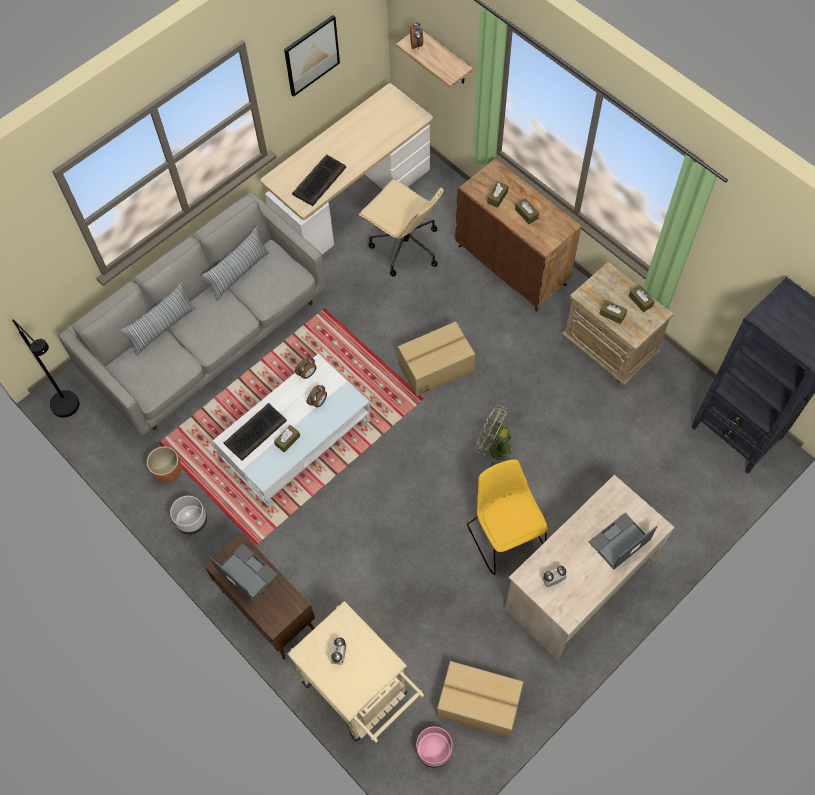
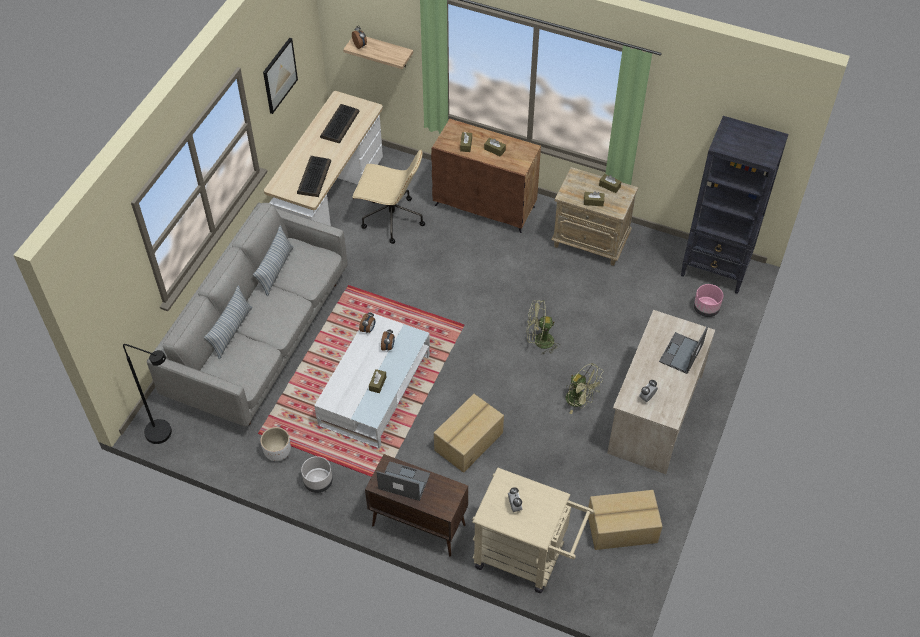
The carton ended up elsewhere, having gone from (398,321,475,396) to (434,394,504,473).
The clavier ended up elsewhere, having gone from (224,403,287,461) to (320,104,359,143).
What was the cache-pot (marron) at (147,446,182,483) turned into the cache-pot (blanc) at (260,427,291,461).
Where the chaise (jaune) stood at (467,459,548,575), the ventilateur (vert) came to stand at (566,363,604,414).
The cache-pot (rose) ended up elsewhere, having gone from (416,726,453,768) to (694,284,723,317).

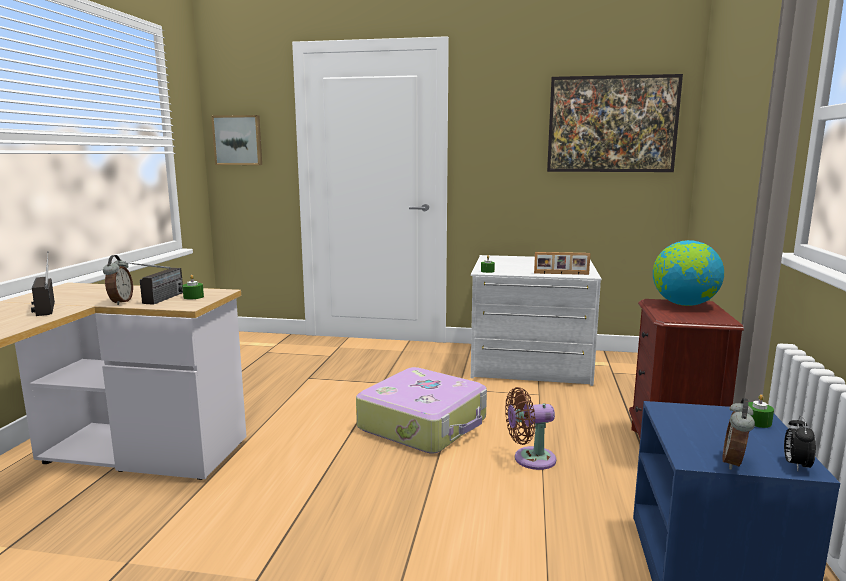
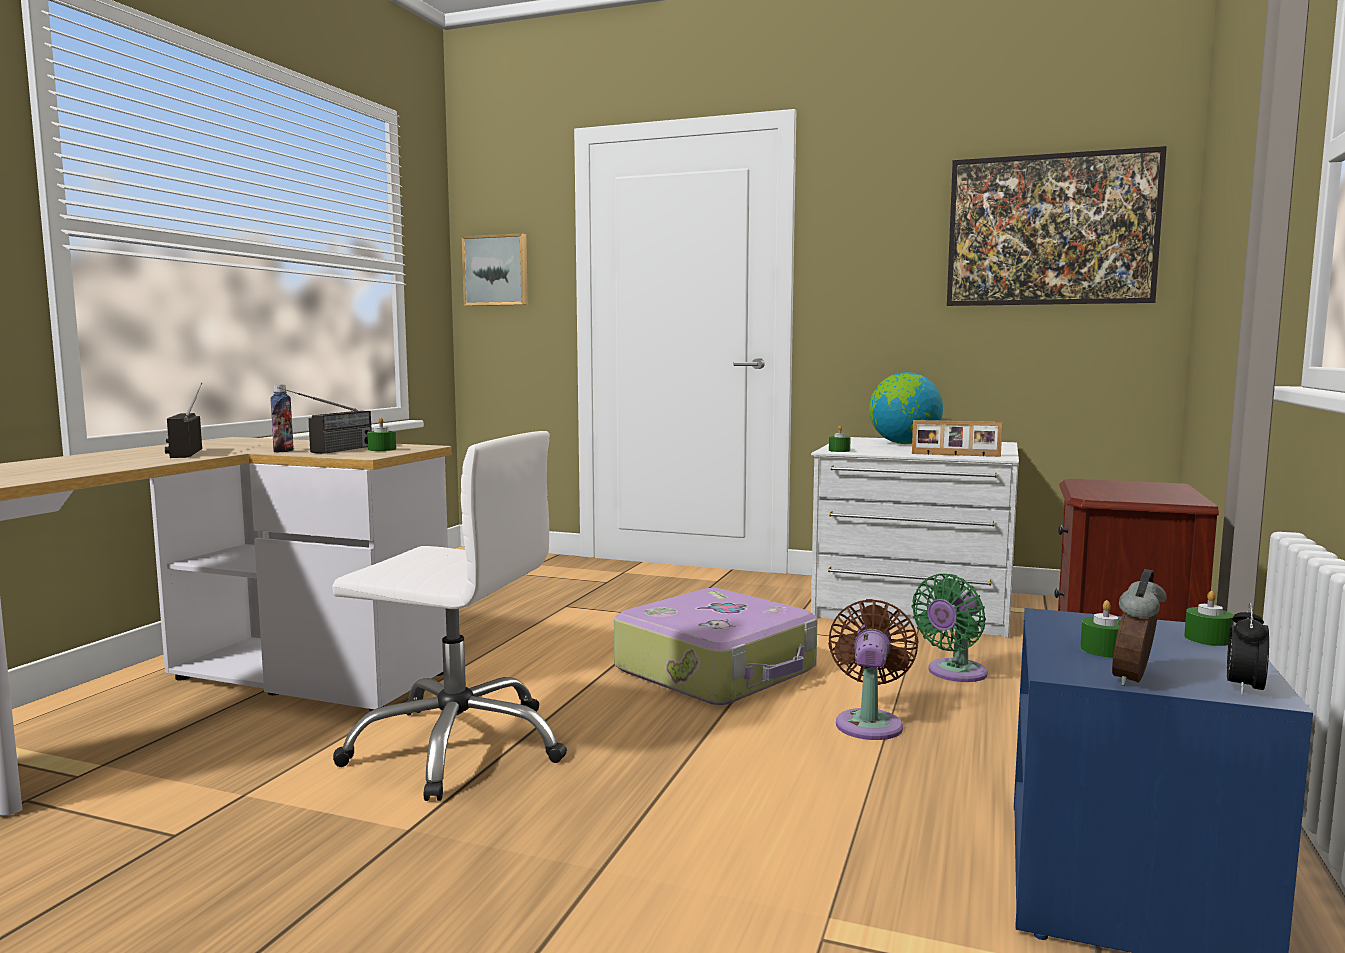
The globe ended up elsewhere, having gone from (653,240,724,306) to (869,372,943,444).
Where the réveil stood at (103,255,133,305), the bouteille came to stand at (270,385,294,452).
The ventilateur (marron) at (505,387,556,470) ended up facing another way, 105 degrees clockwise from before.
The second view gained the chaise de bureau (blanc) at (332,431,567,801).
The second view gained the ventilateur (vert) at (912,574,988,682).
The second view gained the bougie (vert) at (1080,600,1121,657).

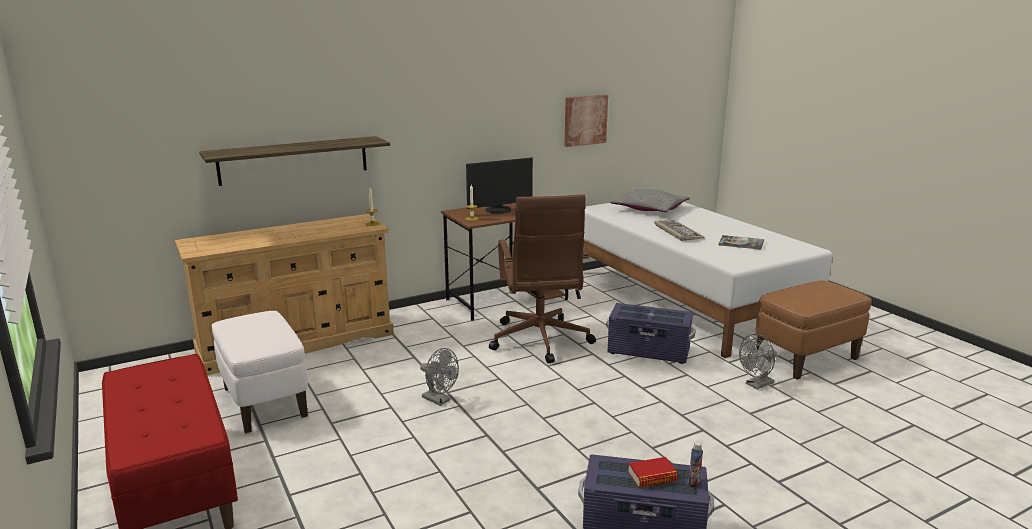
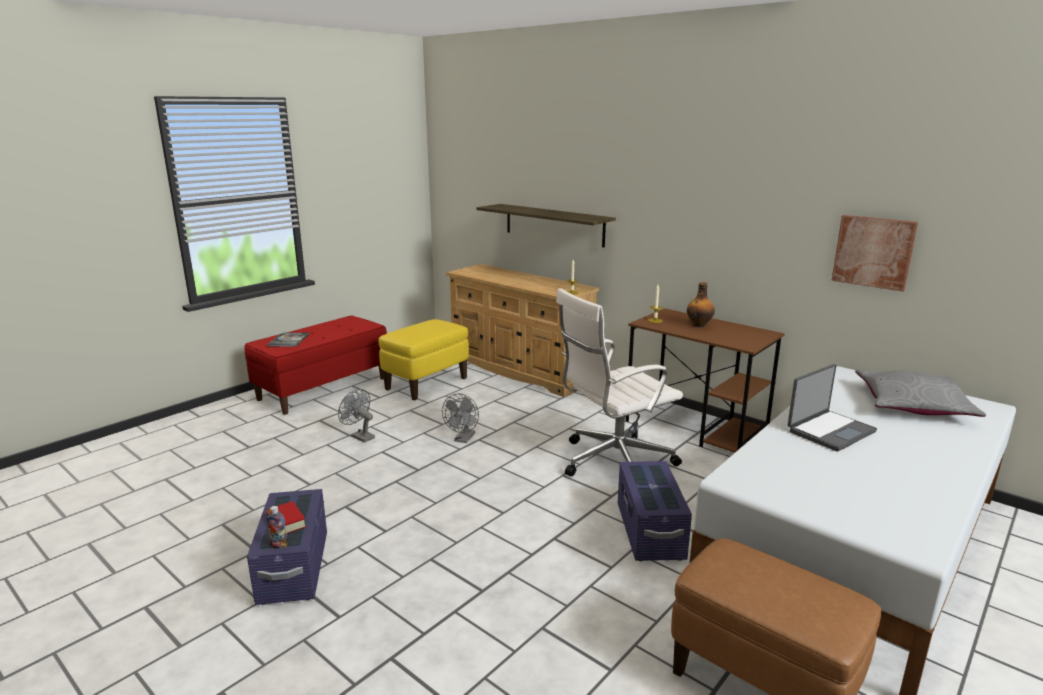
Where the écran d'ordinateur stood at (466,157,533,214), the bouteille came to stand at (687,282,715,327).
What was the chaise de bureau (marron) at (489,194,596,364) turned into the chaise de bureau (blanc) at (556,288,683,477).
Where the clavier stood at (654,220,705,241), the ordinateur portable came to stand at (788,364,877,452).
The livre ended up elsewhere, having gone from (718,235,764,250) to (267,332,309,347).
What was the pouf (blanc) at (212,311,308,433) turned into the pouf (jaune) at (379,319,469,401).
The ventilateur (gris) ended up elsewhere, having gone from (739,334,778,389) to (338,389,375,443).

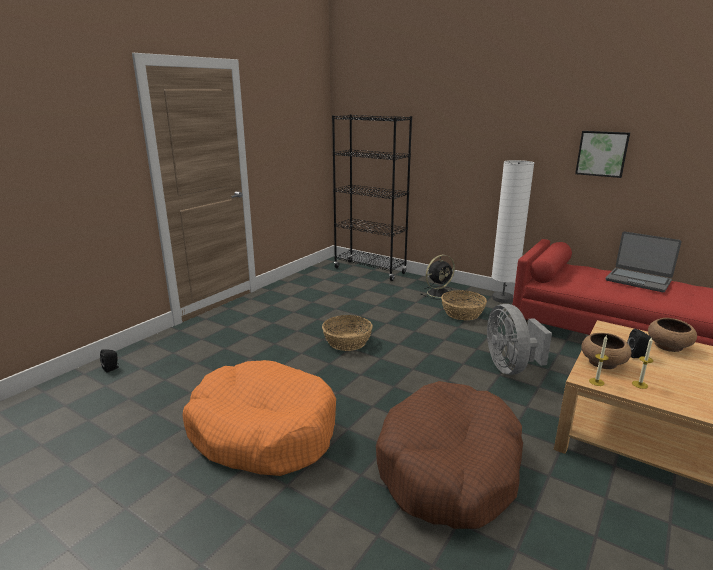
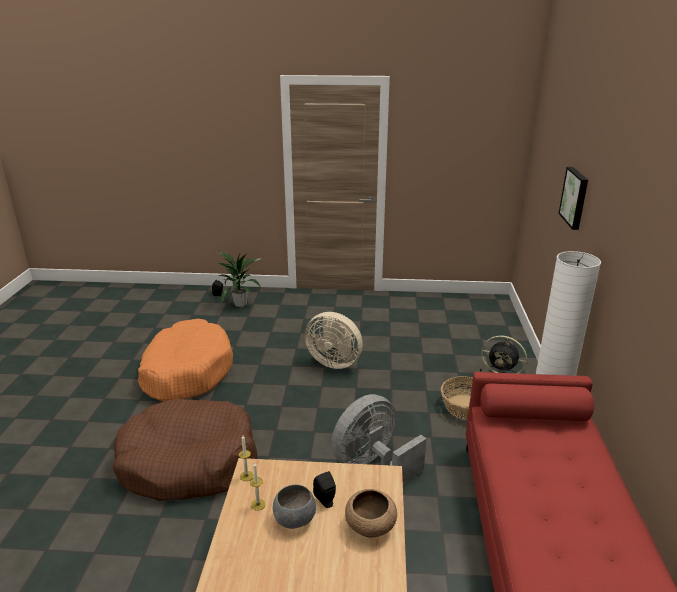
The second view lost the bibliothèque (noir) at (332,114,412,281).
The tableau ended up elsewhere, having gone from (575,131,630,178) to (558,167,588,230).
The second view lost the ordinateur portable at (606,231,681,292).
Where the panier stood at (322,315,373,351), the ventilateur (beige) came to stand at (305,312,363,369).
The second view lost the bol (marron) at (581,333,631,369).
The second view gained the plante en pot at (216,250,262,308).
The second view gained the bol (gris) at (273,484,316,529).

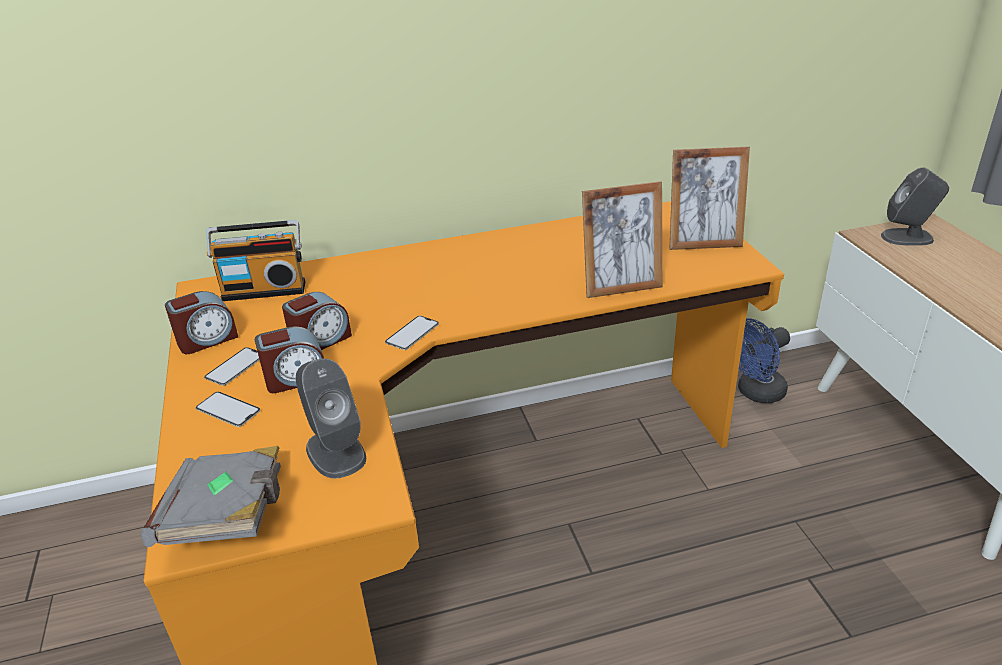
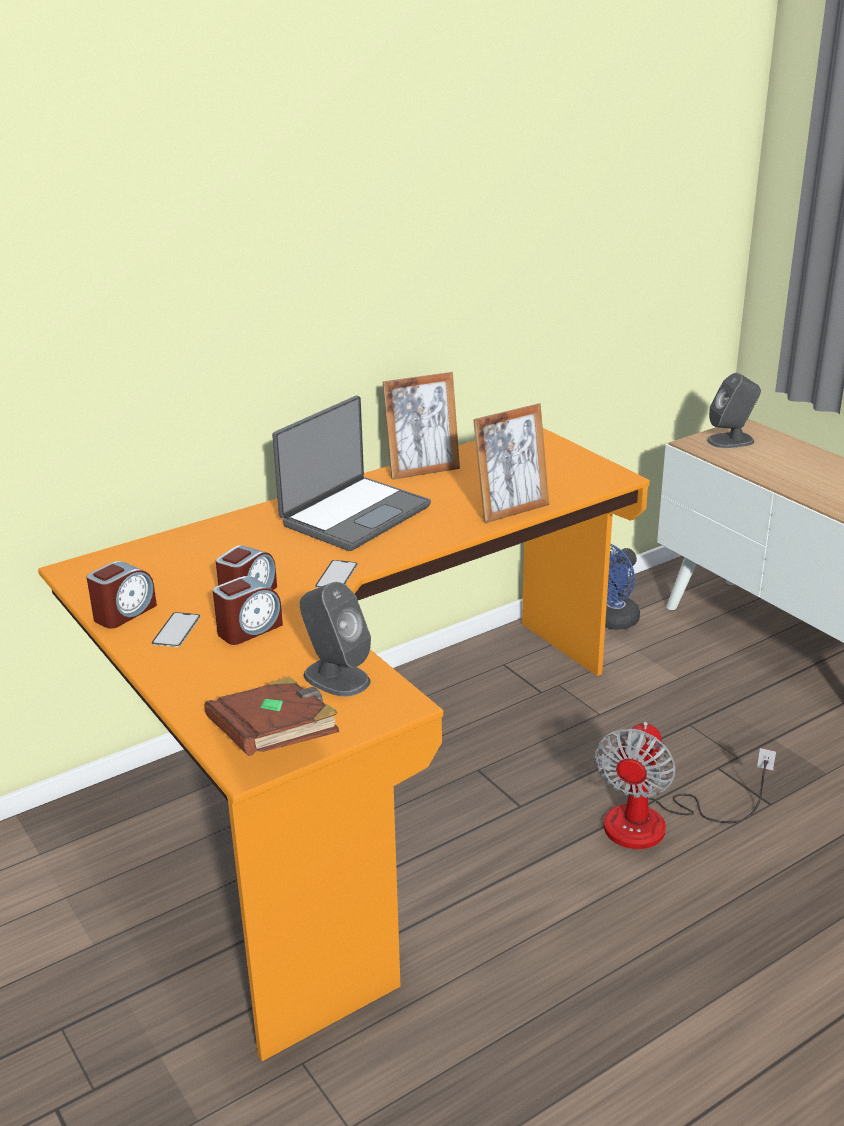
The cadre photo ended up elsewhere, having gone from (669,146,750,250) to (383,372,460,480).
The second view lost the radio at (206,220,305,301).
The second view lost the téléphone at (196,392,260,427).
What was the livre (gris) at (141,446,281,547) turned into the livre (marron) at (205,676,339,756).
The second view gained the ordinateur portable at (272,396,431,551).
The second view gained the ventilateur at (595,722,776,849).

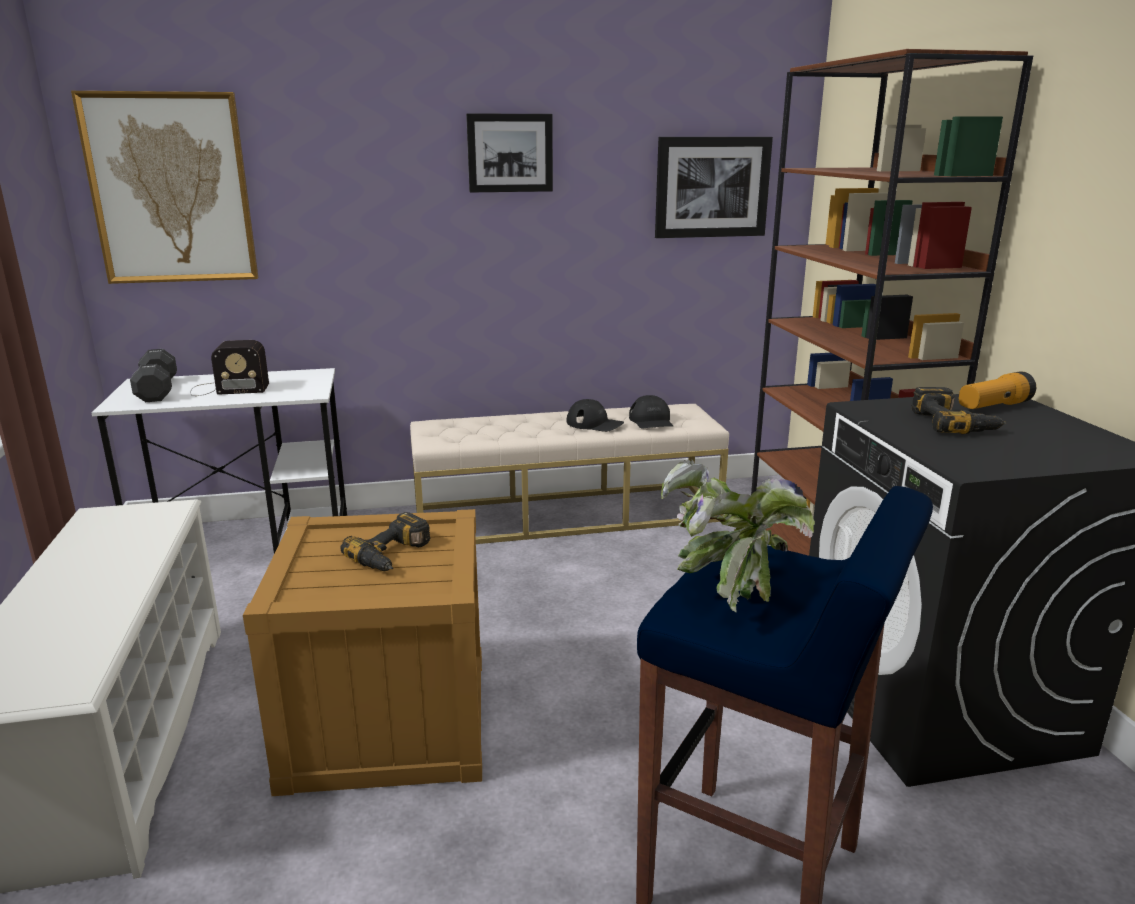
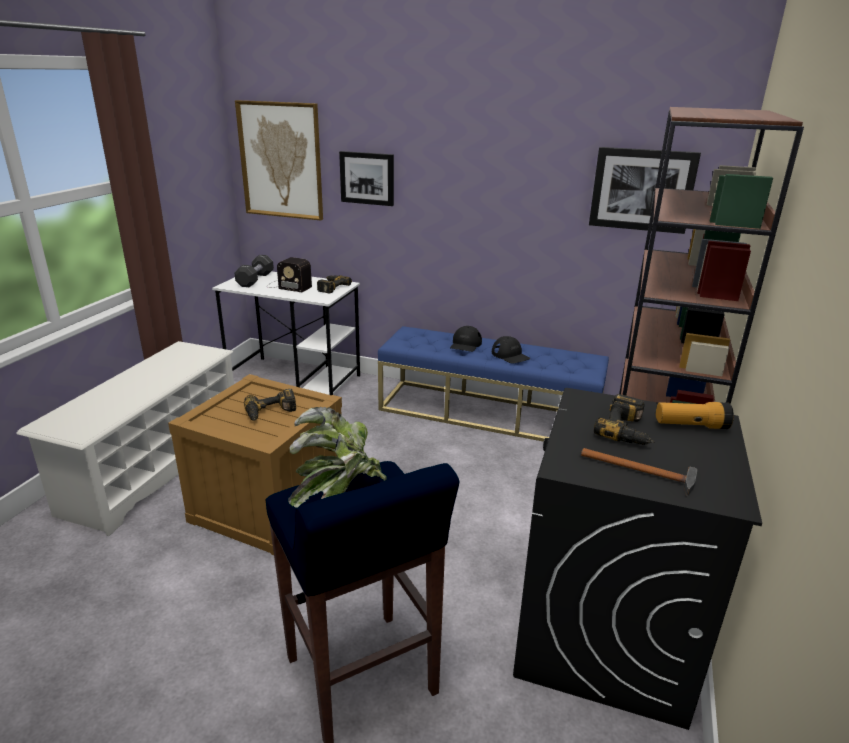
The tableau ended up elsewhere, having gone from (466,113,553,192) to (339,151,394,206).
The casquette (noir) ended up elsewhere, having gone from (629,395,673,428) to (450,326,482,352).
What was the banc (beige) at (410,404,729,544) turned into the banc (bleu) at (378,326,609,442).
The second view gained the perceuse at (317,275,352,293).
The second view gained the marteau at (581,448,698,496).

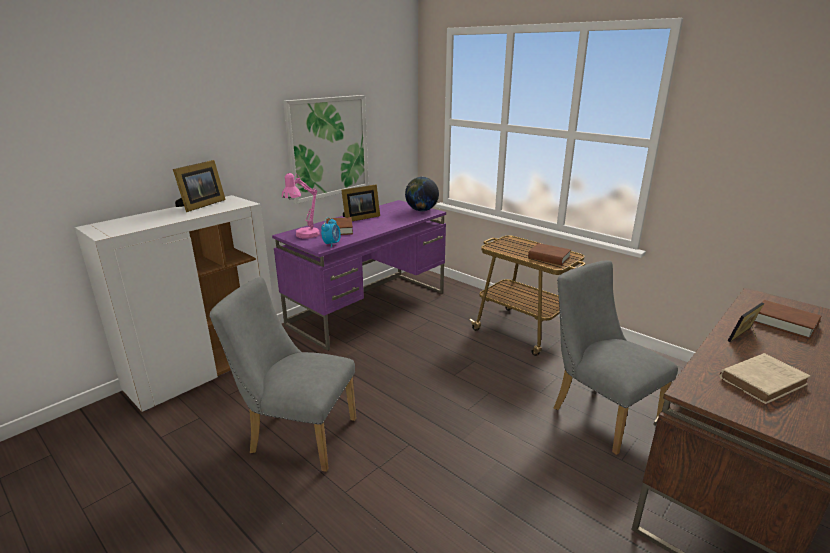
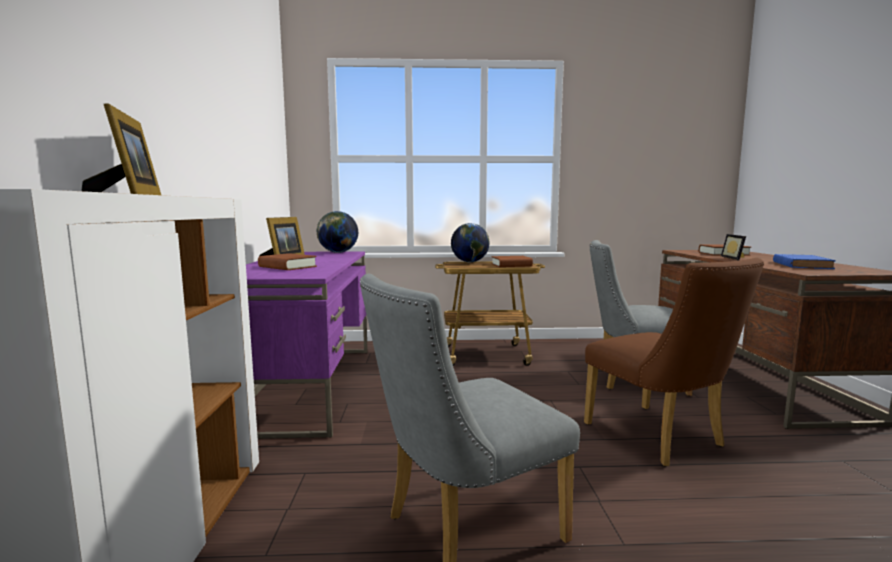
The second view lost the tableau at (283,95,369,204).
The second view lost the lampe de table (rose) at (282,173,320,238).
The second view lost the réveil at (321,217,341,248).
What was the livre (beige) at (720,353,811,404) turned into the livre (bleu) at (773,254,836,269).
The second view gained the globe at (451,223,489,262).
The second view gained the chaise (marron) at (584,258,764,466).

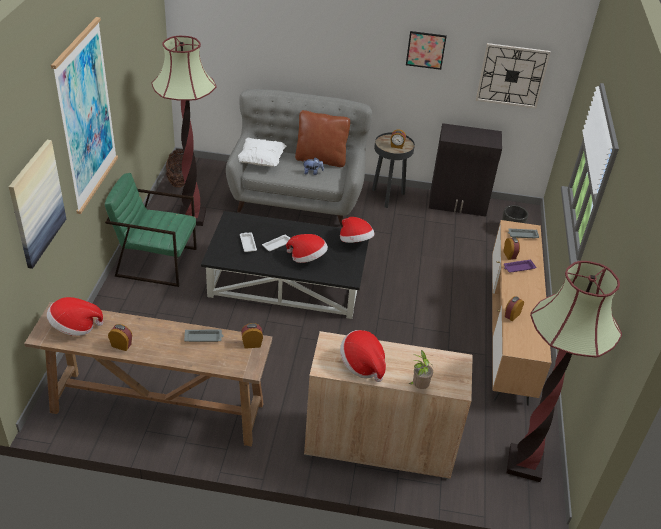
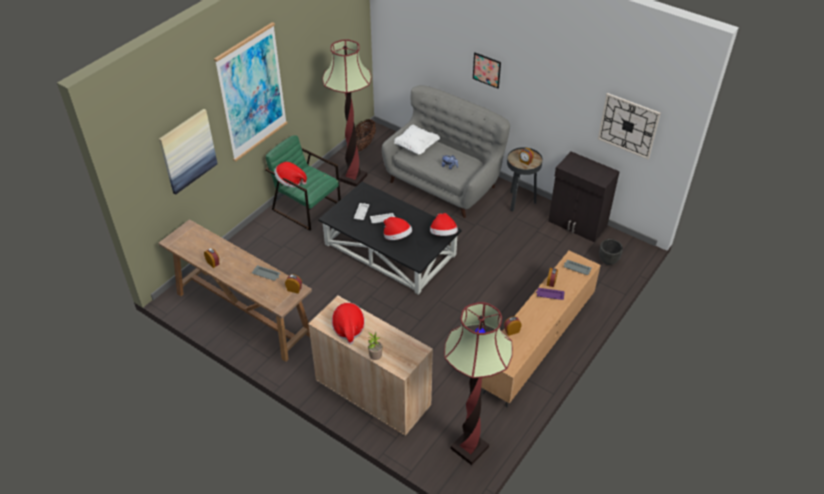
The tableau ended up elsewhere, having gone from (406,31,447,70) to (473,52,501,89).
The second view lost the coussin (marron) at (295,110,350,167).
The chapeau ended up elsewhere, having gone from (47,297,103,336) to (274,162,307,187).

